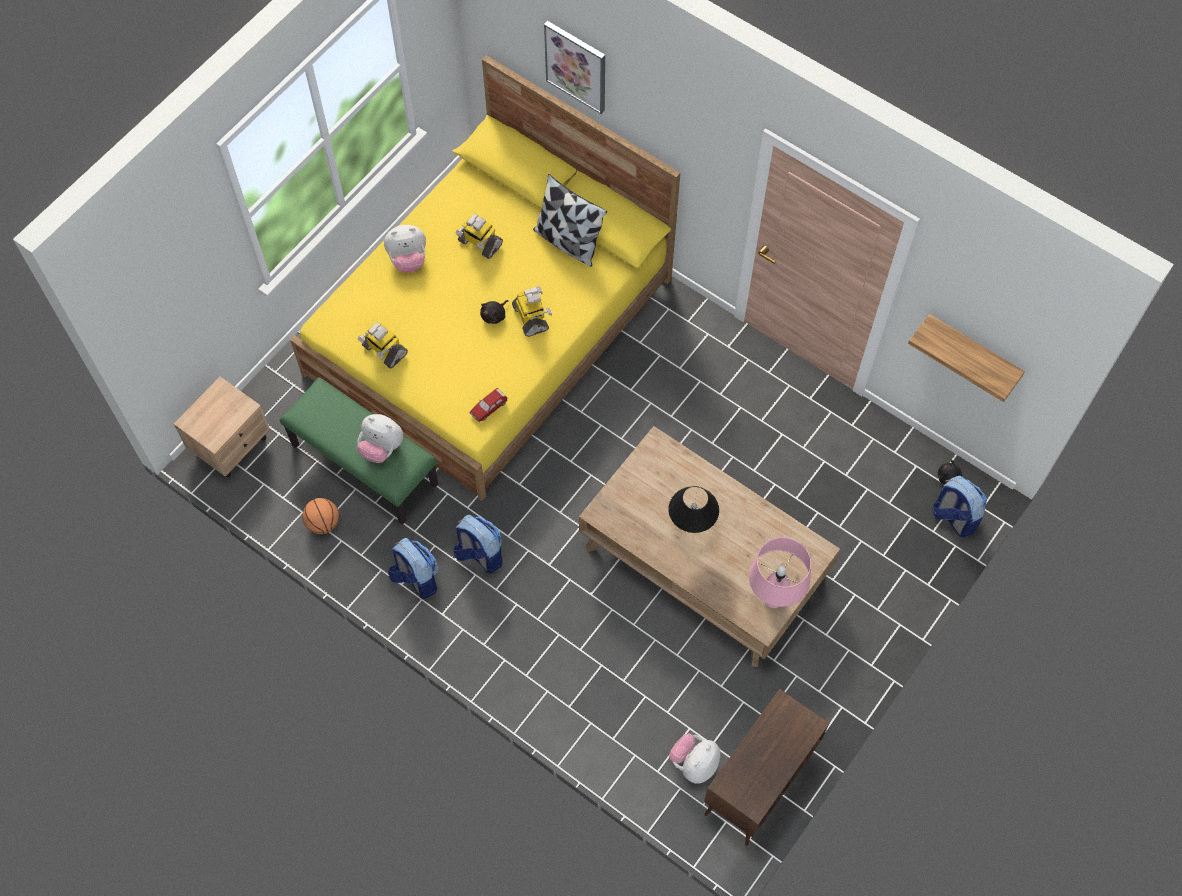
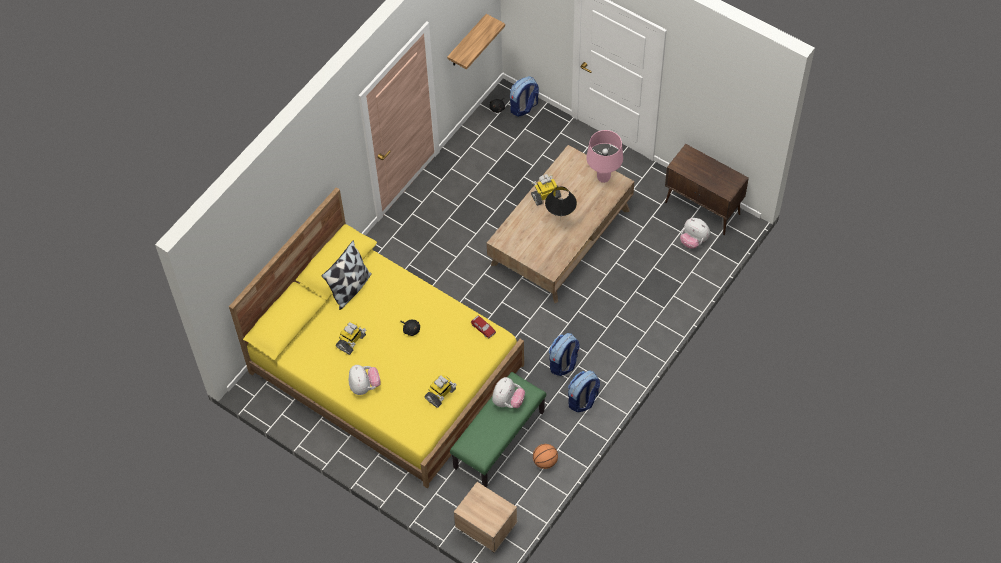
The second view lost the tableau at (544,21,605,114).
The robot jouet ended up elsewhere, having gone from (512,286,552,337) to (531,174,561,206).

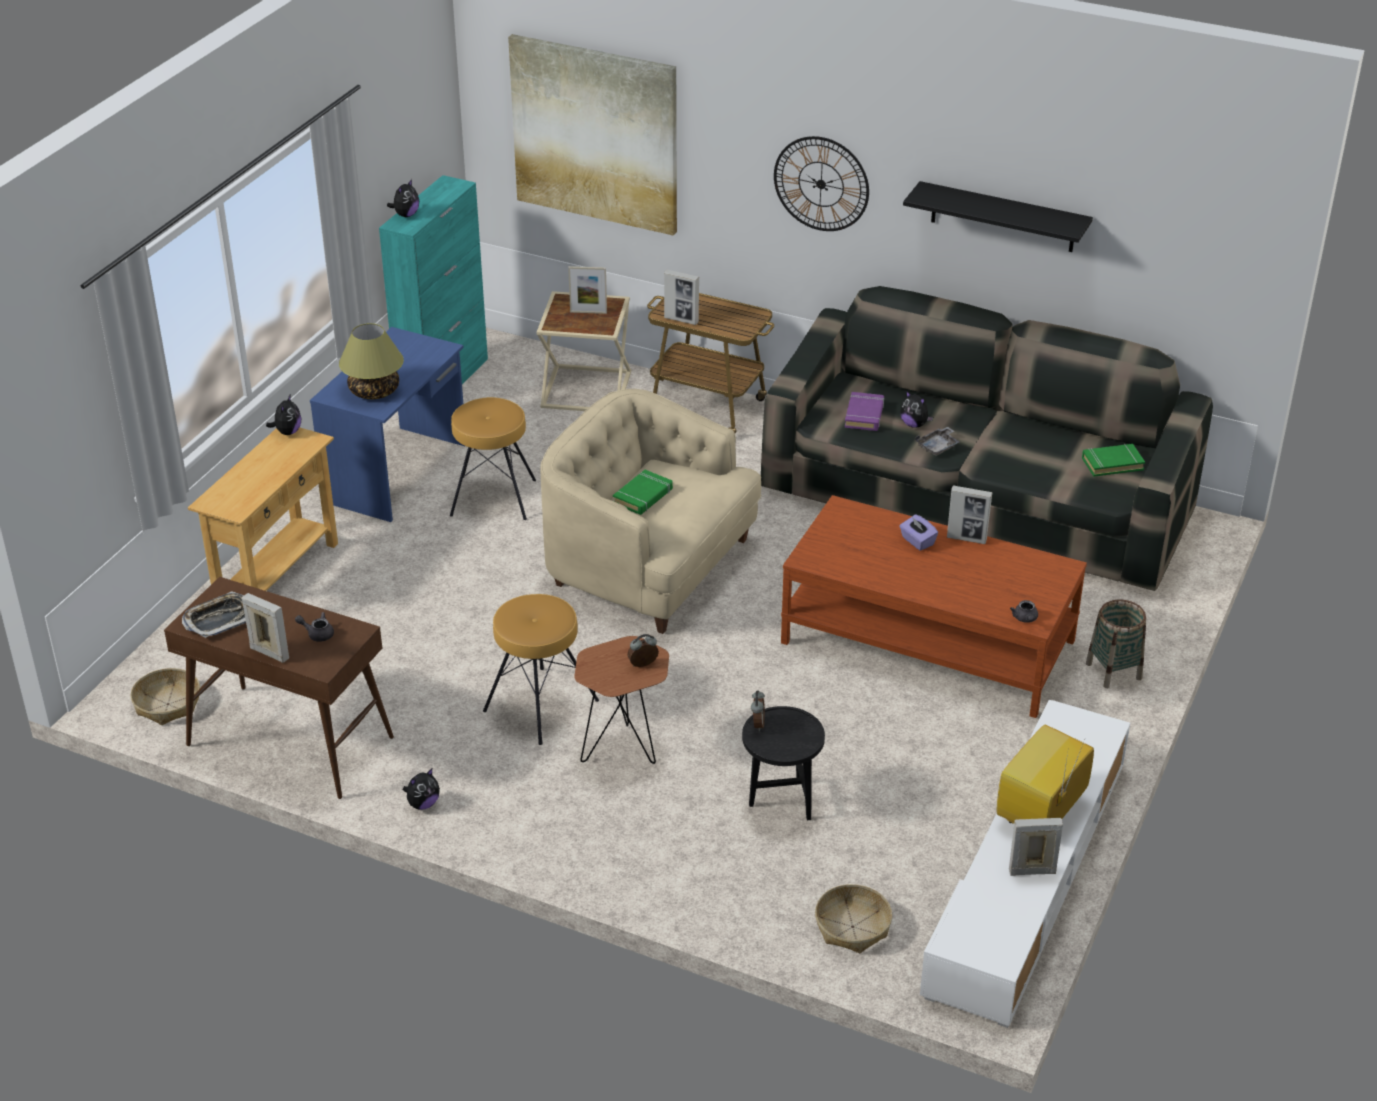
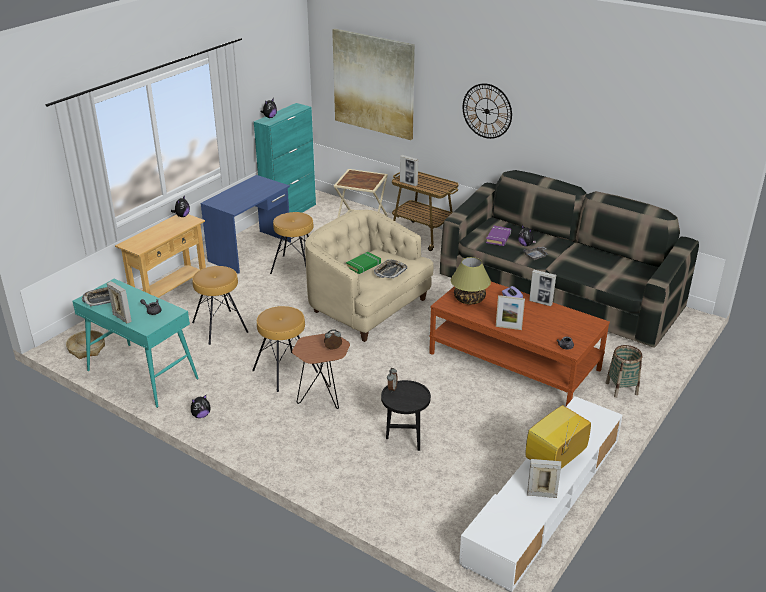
The second view lost the étagère (noir) at (903,181,1093,252).
The cadre photo ended up elsewhere, having gone from (568,266,607,314) to (496,295,525,330).
The lampe de table ended up elsewhere, having gone from (339,323,404,399) to (451,257,491,304).
The second view lost the livre (vert) at (1082,444,1145,477).
What was the table console (marron) at (164,577,394,799) turned into the table console (turquoise) at (72,279,199,408).
The second view lost the panier at (815,884,892,953).
The second view gained the plateau at (374,259,407,279).
The second view gained the tabouret (marron) at (192,266,248,345).

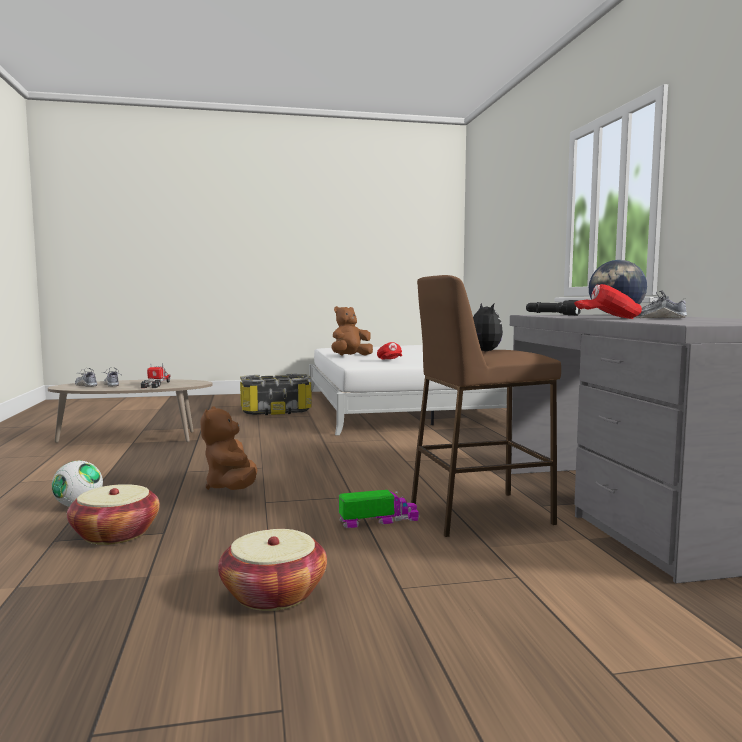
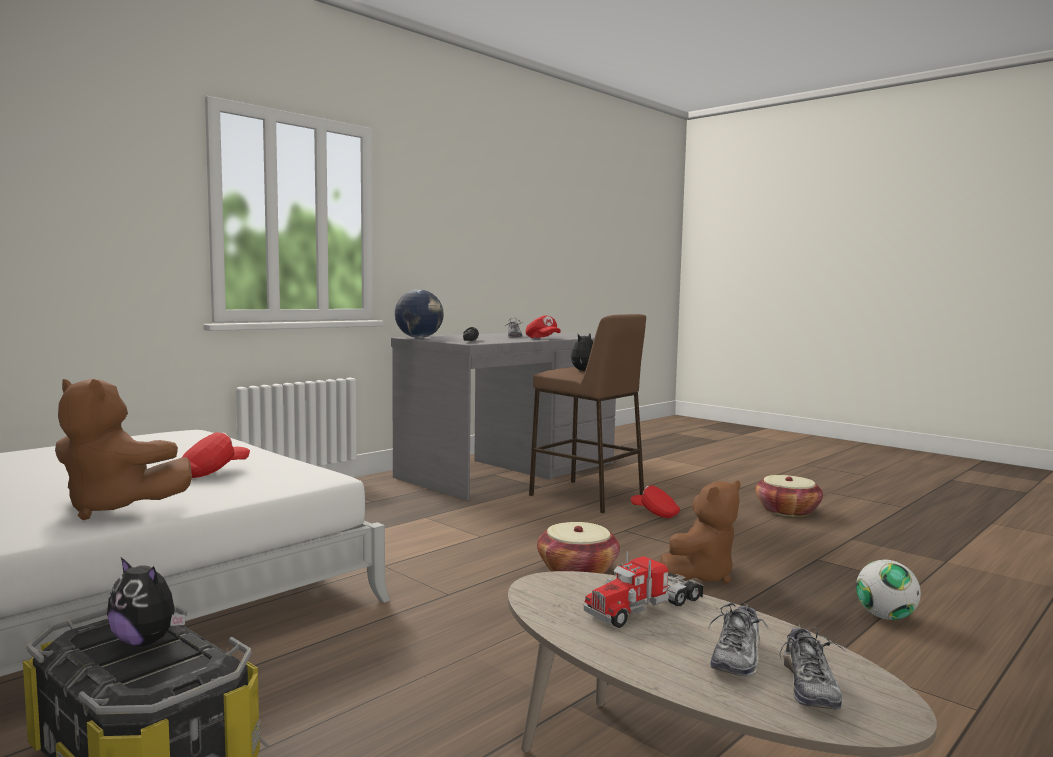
The panier ended up elsewhere, having gone from (67,484,160,545) to (537,522,620,574).
Where the camion jouet stood at (339,490,419,528), the casquette (rouge) came to stand at (630,485,680,518).
The second view gained the peluche at (107,557,186,647).

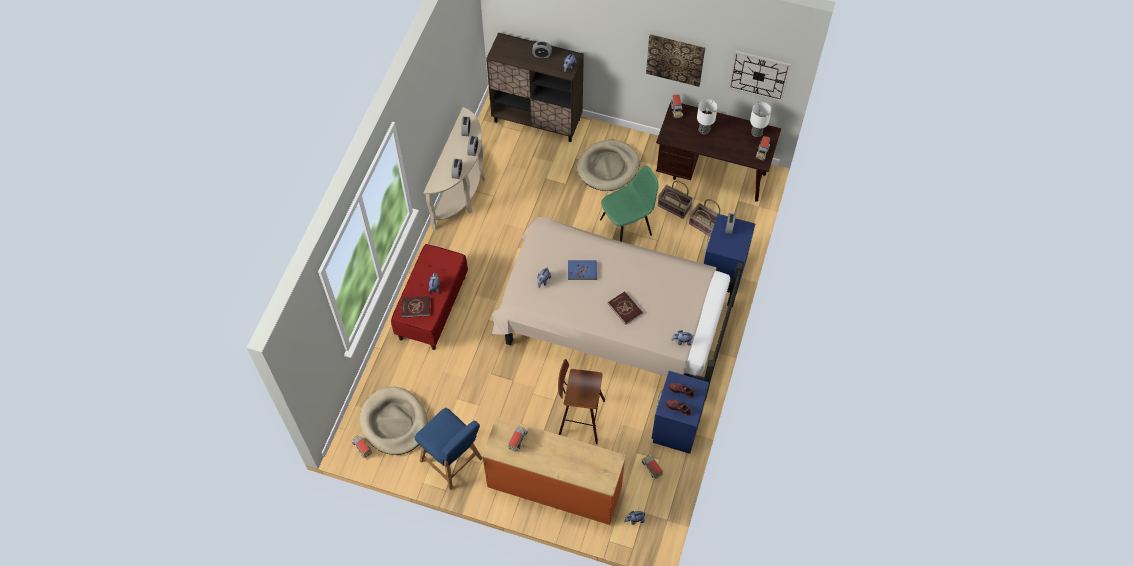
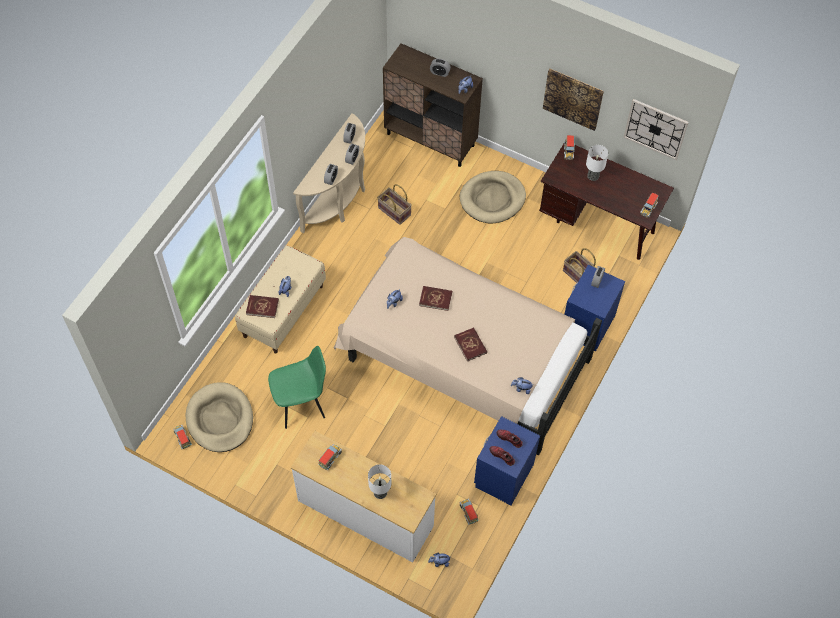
The lampe de table ended up elsewhere, having gone from (750,102,772,137) to (368,464,391,499).
The chaise (vert) ended up elsewhere, having gone from (600,165,659,242) to (268,346,326,429).
The panier ended up elsewhere, having gone from (658,181,693,219) to (377,184,412,225).
What was the banc (rouge) at (391,244,468,350) turned into the banc (beige) at (235,245,326,354).
What was the livre (bleu) at (568,260,597,280) turned into the livre (rouge) at (419,286,452,311).
The second view lost the tabouret at (558,359,605,444).
The second view lost the chaise (bleu) at (415,408,483,490).
What was the commode (orange) at (482,416,626,525) turned into the commode (blanc) at (291,431,436,562).

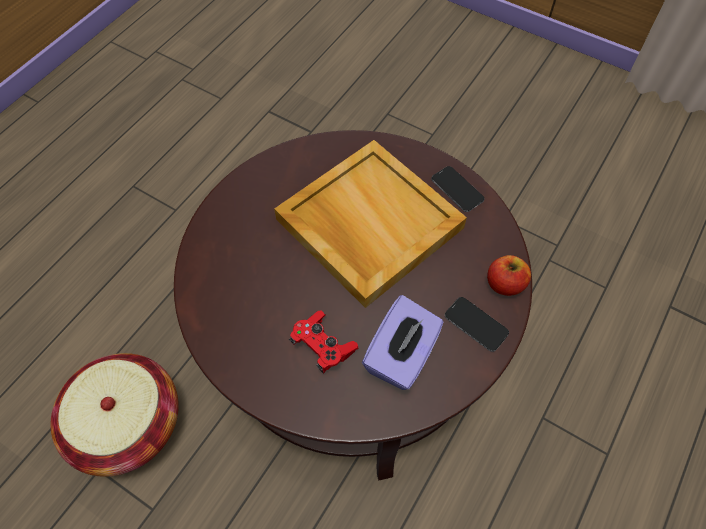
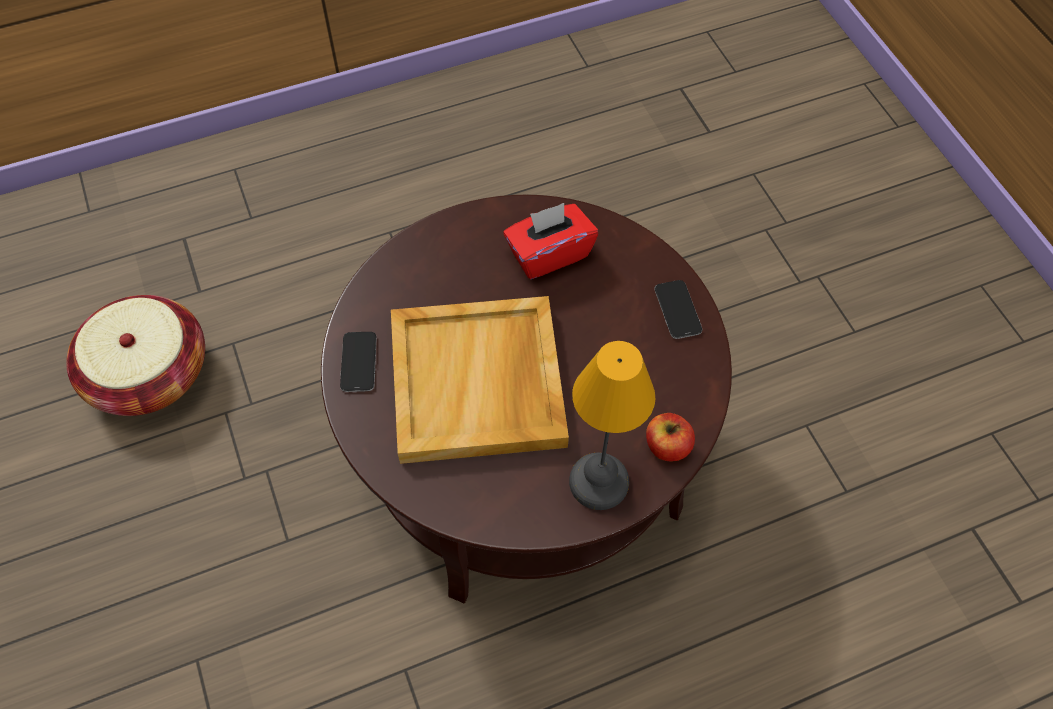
The pomme ended up elsewhere, having gone from (487,255,531,296) to (646,413,695,462).
What was the boîte à mouchoirs (violet) at (362,295,443,390) turned into the boîte à mouchoirs (rouge) at (503,203,598,279).
The téléphone ended up elsewhere, having gone from (445,297,509,352) to (655,280,702,339).
The second view lost the manette (rouge) at (289,310,359,373).
The panier ended up elsewhere, having gone from (51,353,179,477) to (66,295,205,416).
The second view gained the lampe de table at (569,341,655,510).

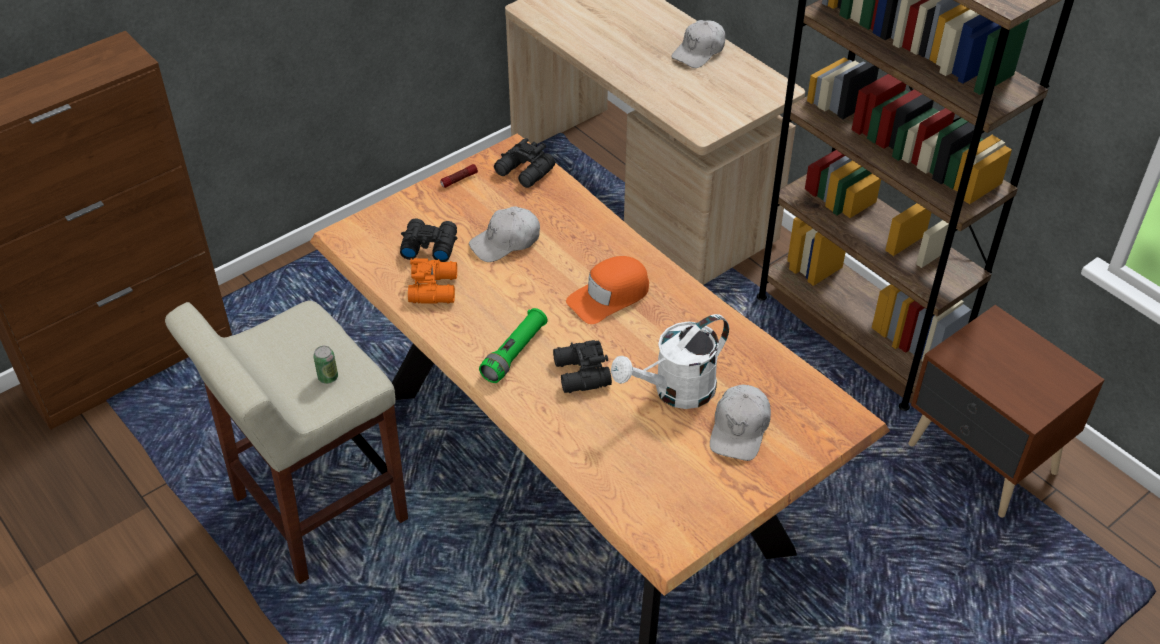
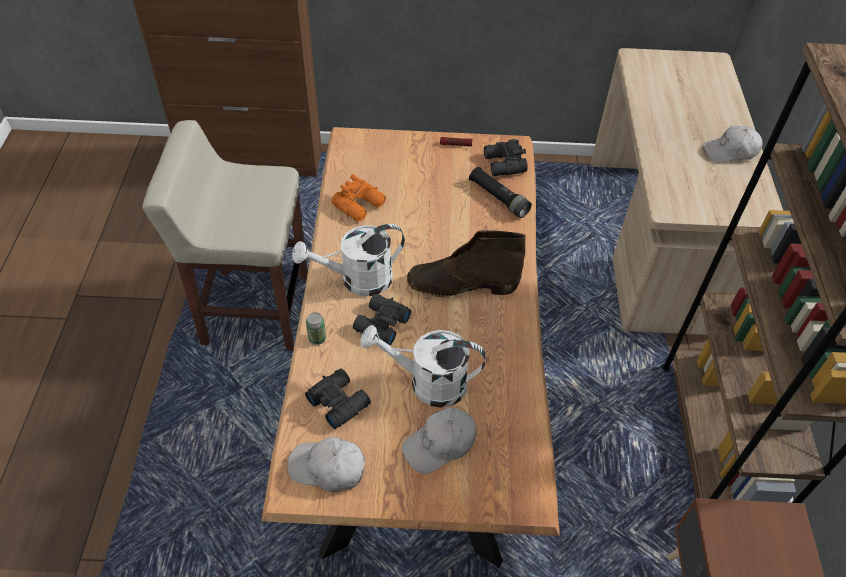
The casquette (blanc) ended up elsewhere, having gone from (469,206,540,262) to (287,437,365,492).
The jumelles (noir) ended up elsewhere, having gone from (400,218,458,262) to (305,368,371,429).
Where the casquette (orange) stood at (566,256,649,324), the botte (marron) came to stand at (407,230,526,297).
Where the lampe de poche (vert) stood at (479,308,548,383), the arrosoir (blanc) came to stand at (292,224,405,296).
The boîte métallique ended up elsewhere, having gone from (313,346,338,384) to (306,312,326,345).
The second view gained the lampe de poche (noir) at (469,167,532,218).

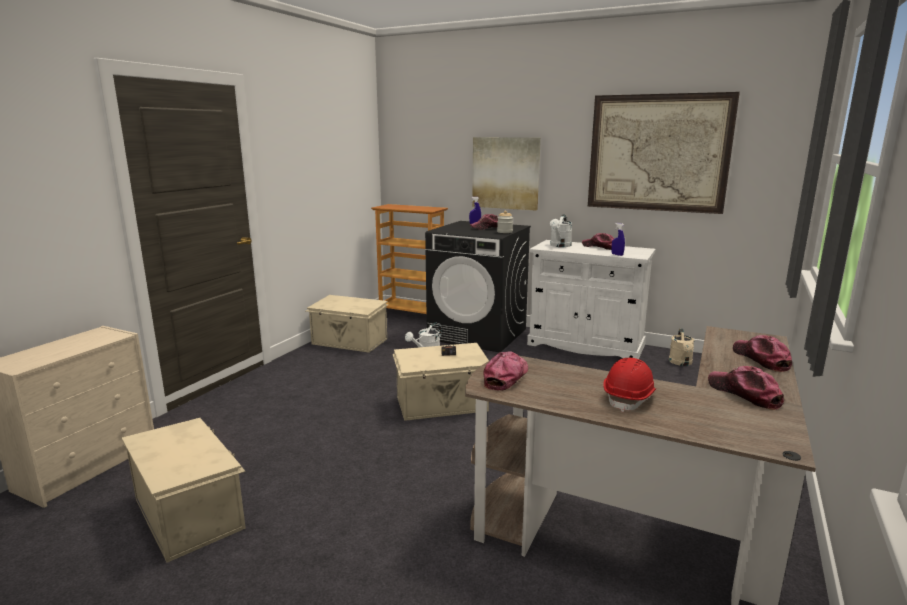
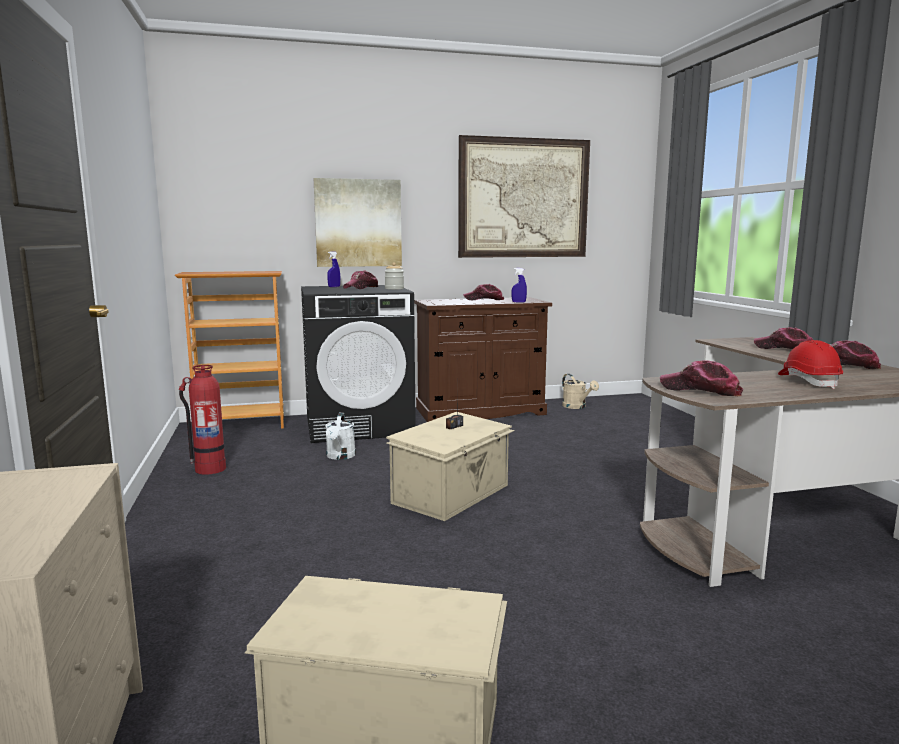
The second view lost the arrosoir (blanc) at (550,215,572,247).
What was the meuble de rangement (blanc) at (527,240,656,359) turned into the meuble de rangement (marron) at (414,297,552,422).
Where the boîte de rangement (beige) stood at (306,295,388,353), the extincteur came to stand at (179,365,226,475).
The casquette at (483,351,528,390) ended up facing another way, 45 degrees counterclockwise from before.

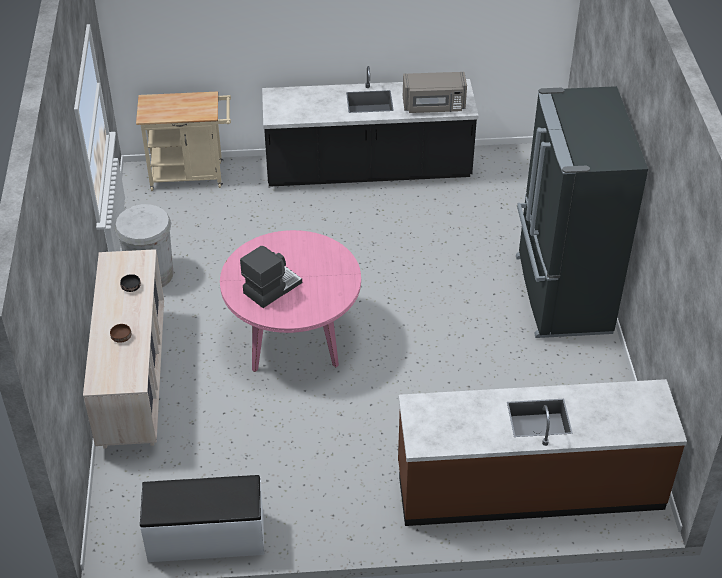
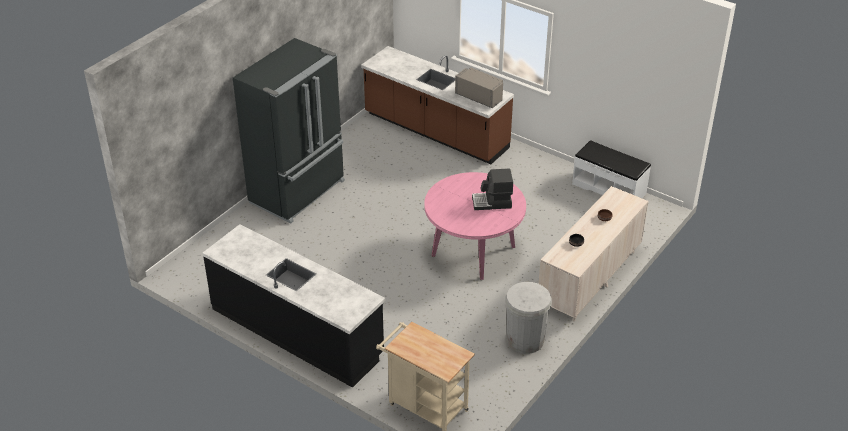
The micro-ondes (gris) ended up elsewhere, having gone from (403,72,467,113) to (455,67,503,108).

